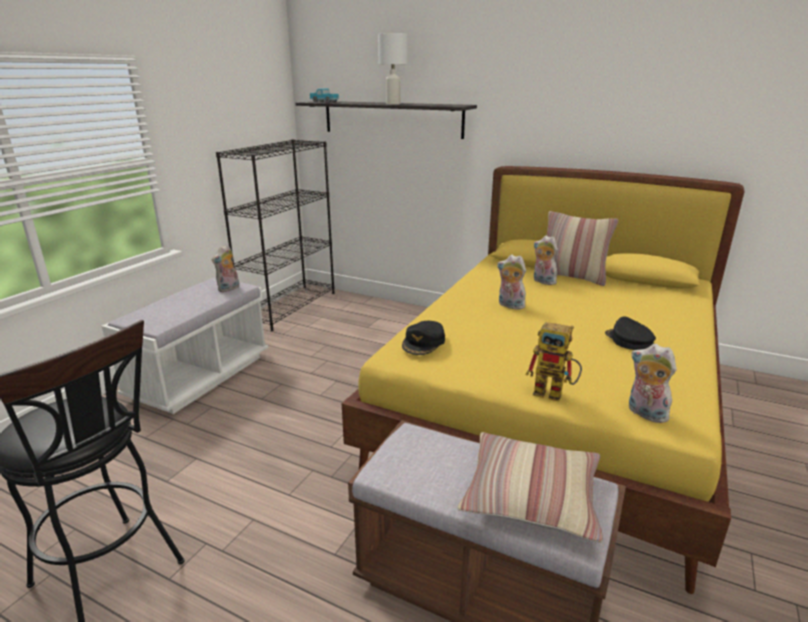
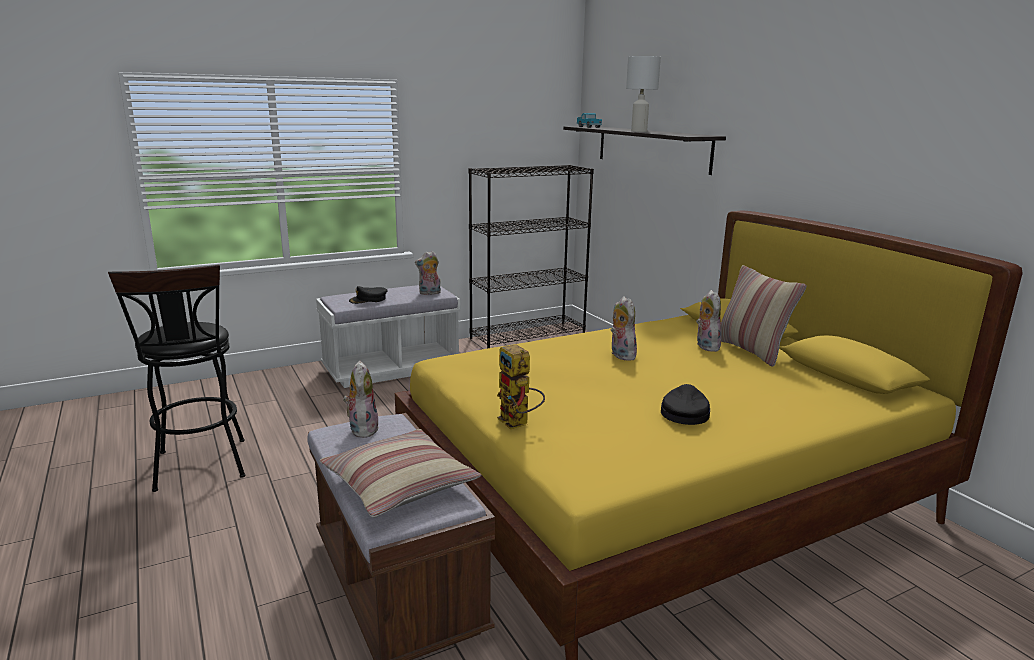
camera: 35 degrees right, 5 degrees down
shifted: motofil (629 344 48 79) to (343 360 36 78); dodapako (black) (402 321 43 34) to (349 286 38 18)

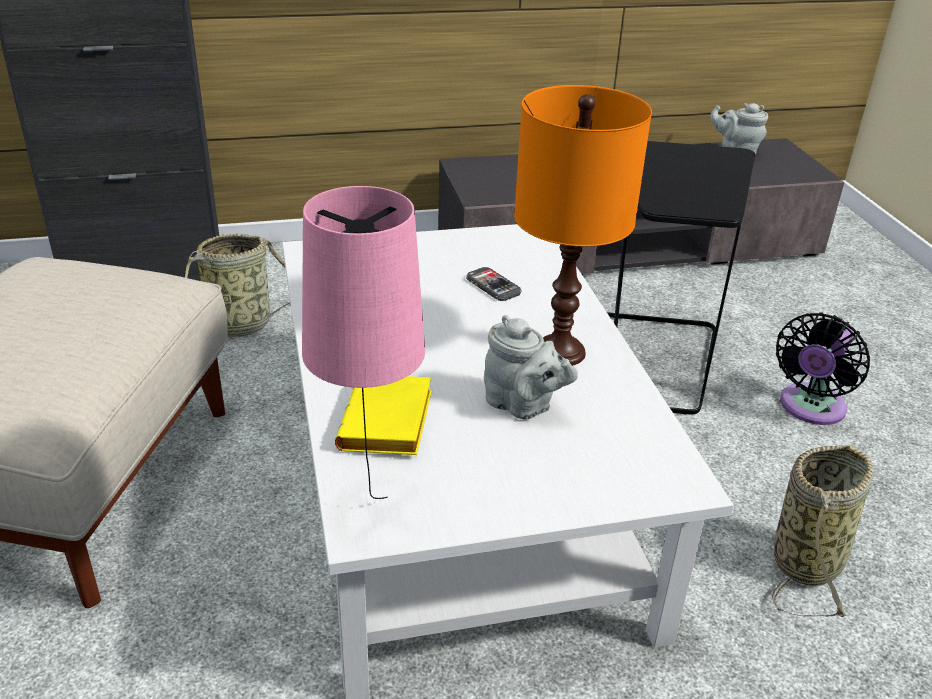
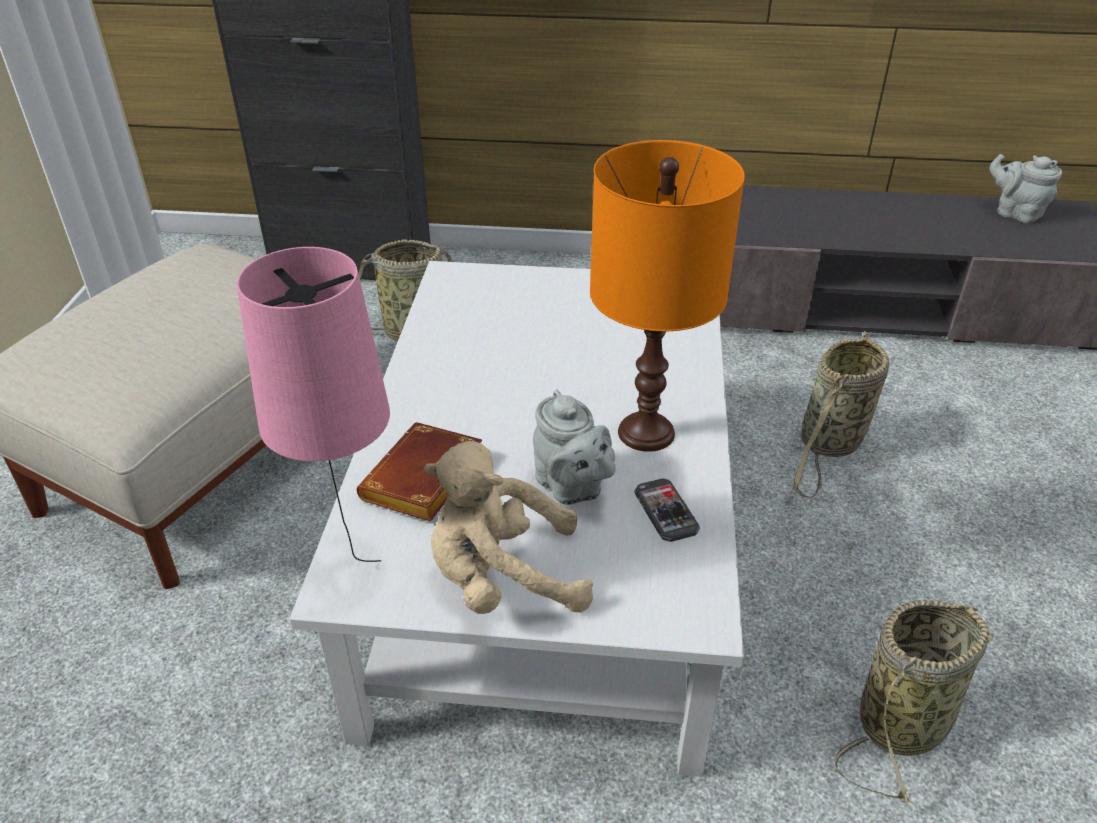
camera: 20 degrees right, 5 degrees up
gone: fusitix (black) (776 312 94 113)
new: motofil (beige) (424 441 169 173)
shifted: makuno (466 267 56 34) to (634 478 66 64)
swapped: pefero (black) (607 141 148 274) to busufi (793 331 96 167)
repainted: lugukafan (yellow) (335 376 97 79) to lugukafan (brown) (357 422 125 100)

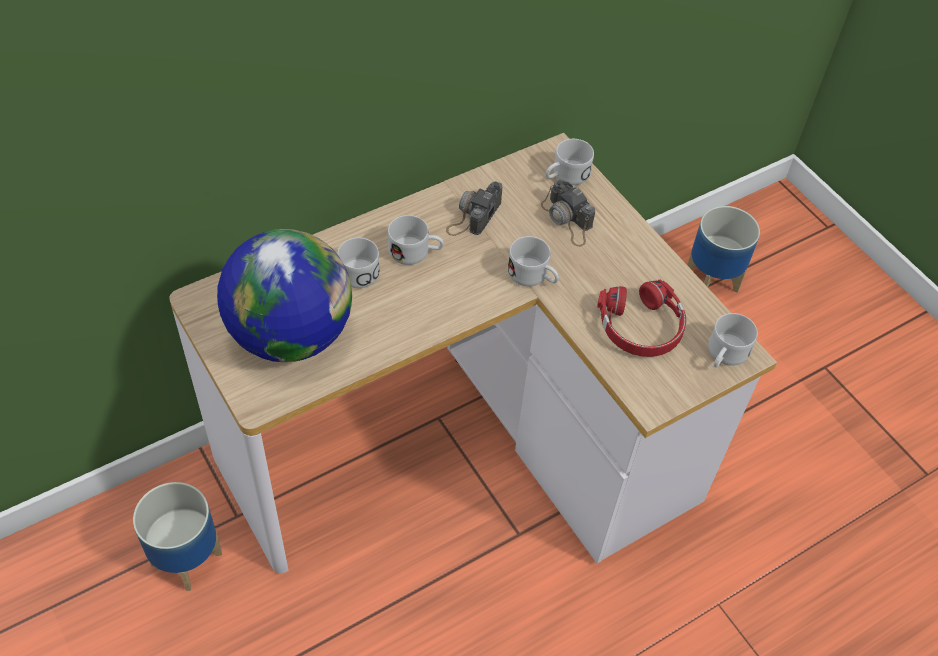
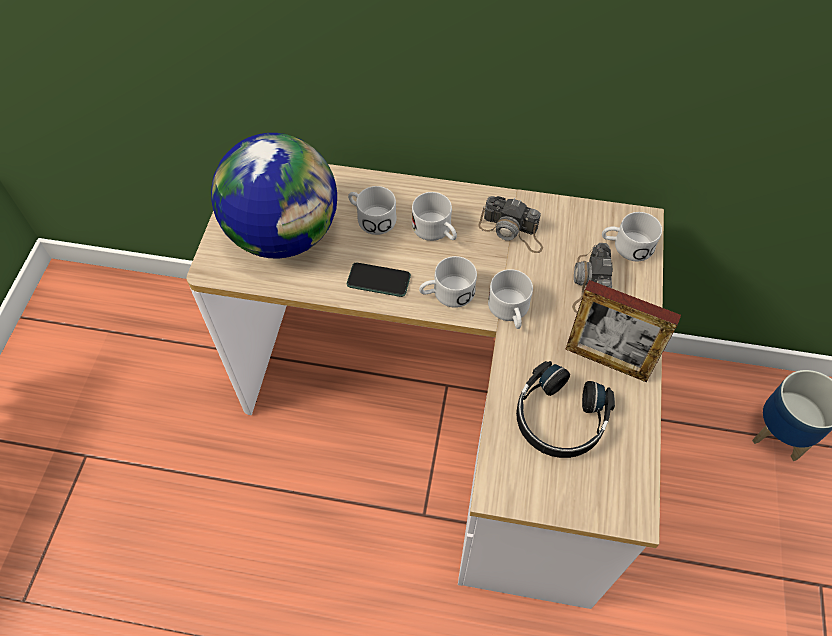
camera: 45 degrees right, 5 degrees up
gone: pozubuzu (133 482 89 109)
new: makuno (347 263 64 34); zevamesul (565 280 116 102)
shifted: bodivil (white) (708 313 50 55) to (419 256 58 52)
repainted: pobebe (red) (597 280 89 77) to pobebe (black) (516 361 99 97)
rotated: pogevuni (446 181 56 55) = (478 196 65 57) 135 degrees counterclockwise

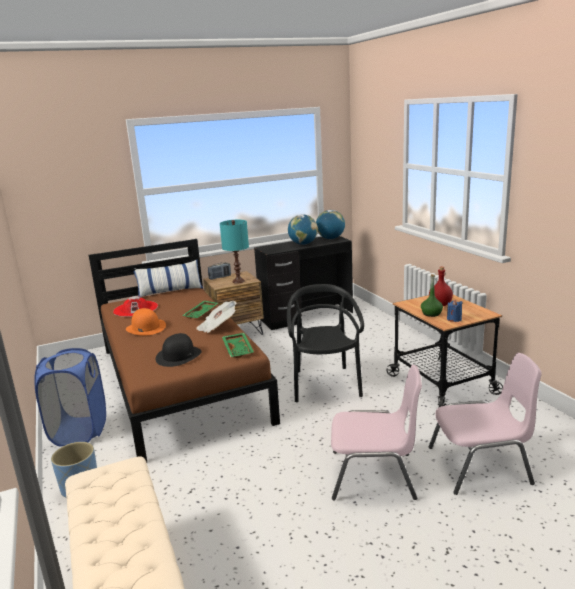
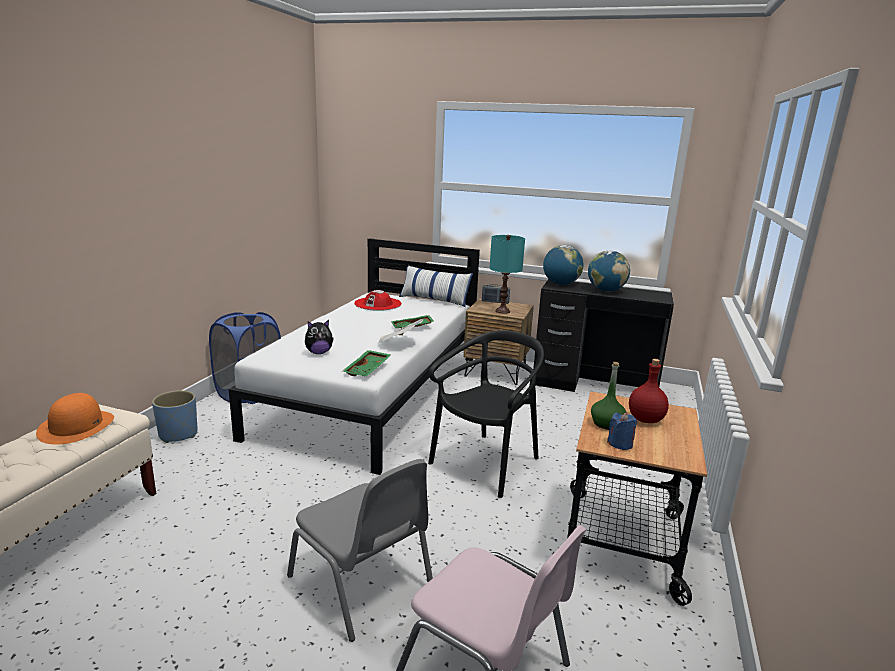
camera: 40 degrees right, 0 degrees up
shifted: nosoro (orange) (126 308 40 28) to (36 393 78 52); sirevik (316 210 29 29) to (543 245 41 40)
swapped: nosoro (black) (156 333 45 34) to motofil (305 320 29 34)
repainted: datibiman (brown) (89 239 191 224) to datibiman (white) (229 238 251 237); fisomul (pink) (331 365 91 135) to fisomul (grey) (287 459 146 183)

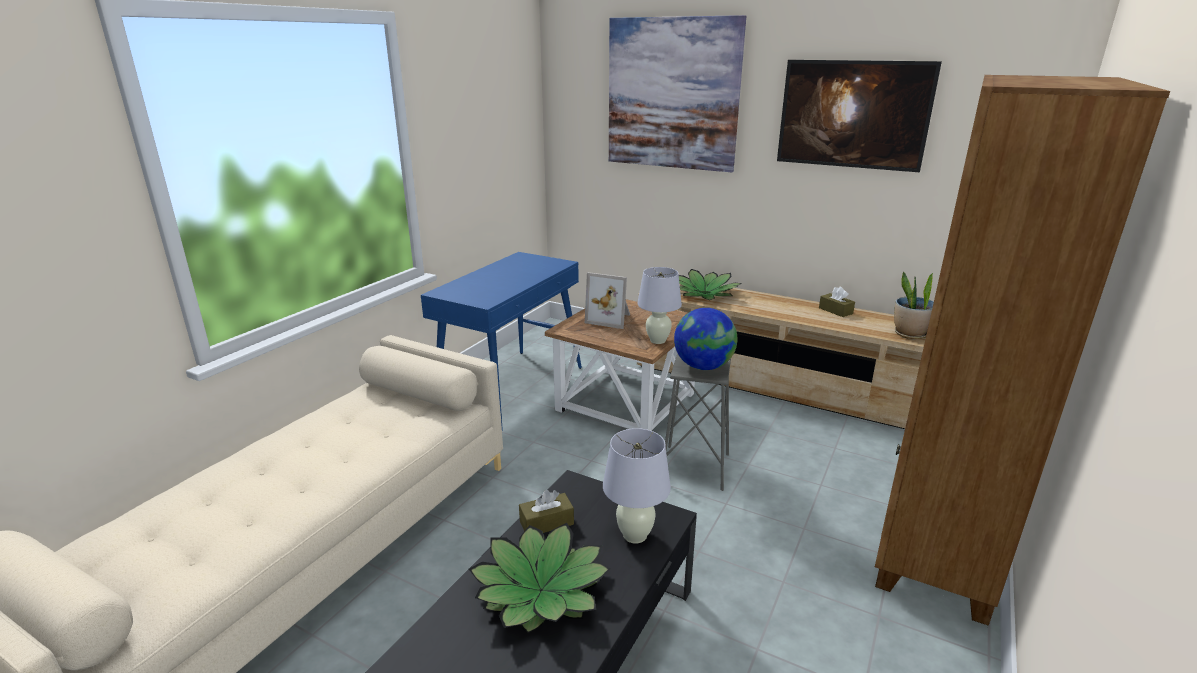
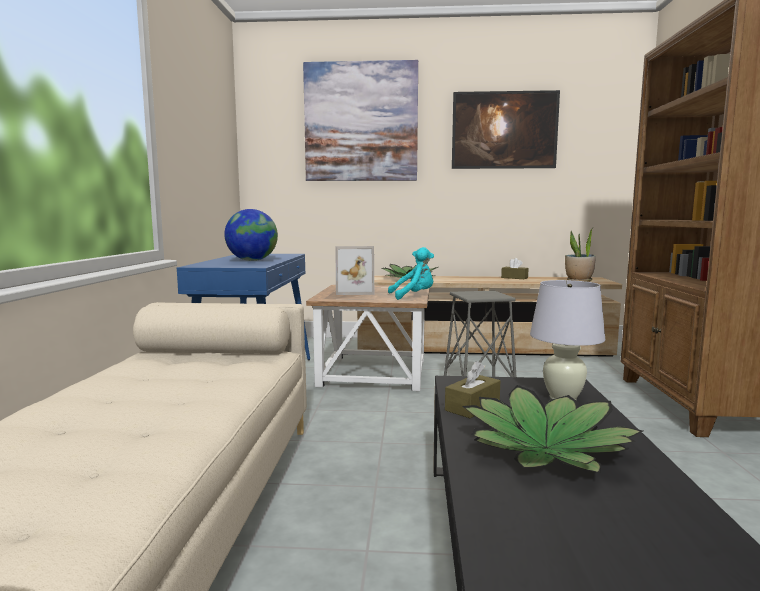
camera: 25 degrees left, 15 degrees down
shifted: sirevik (674 308 63 62) to (224 209 54 52)
swapped: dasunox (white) (637 267 45 77) to motofil (turquoise) (388 247 46 53)

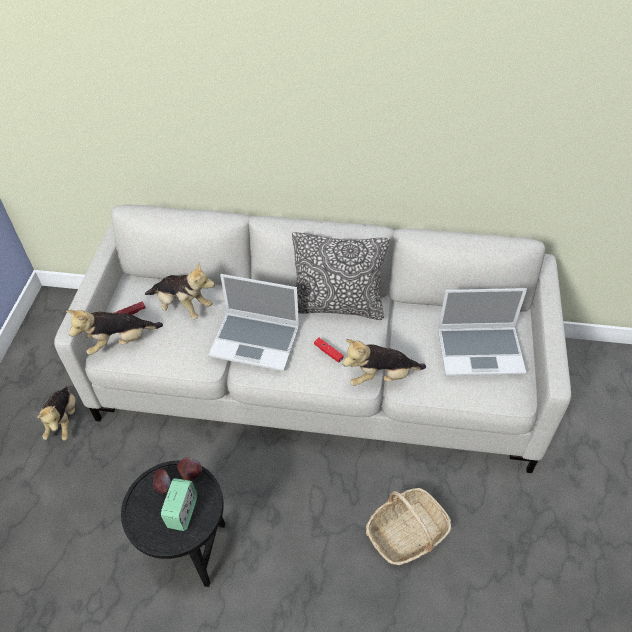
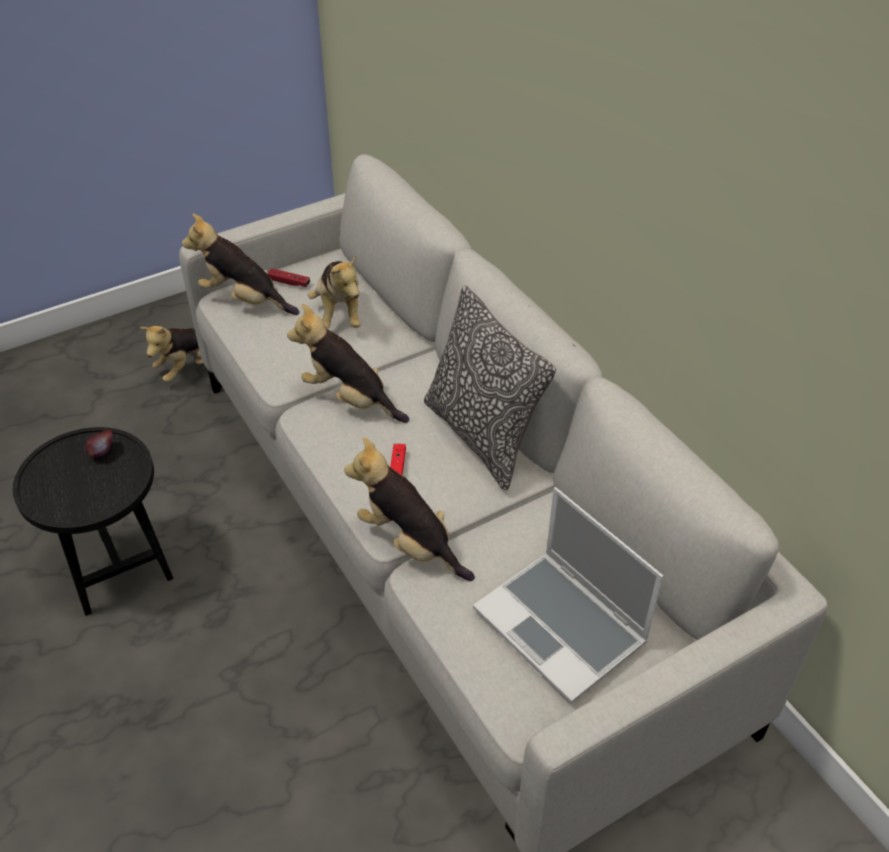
camera: 50 degrees right, 5 degrees down
gone: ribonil (161 478 36 53); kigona (177 457 25 24); busufi (366 488 85 77)
swapped: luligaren (209 274 90 98) to motofil (287 304 122 119)

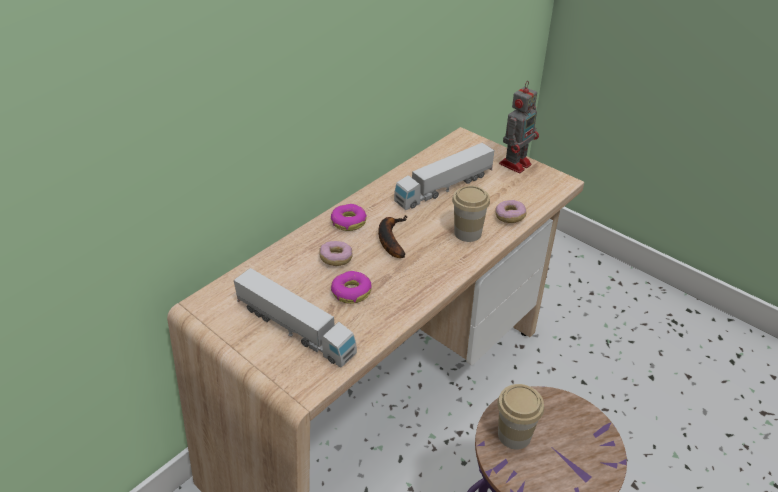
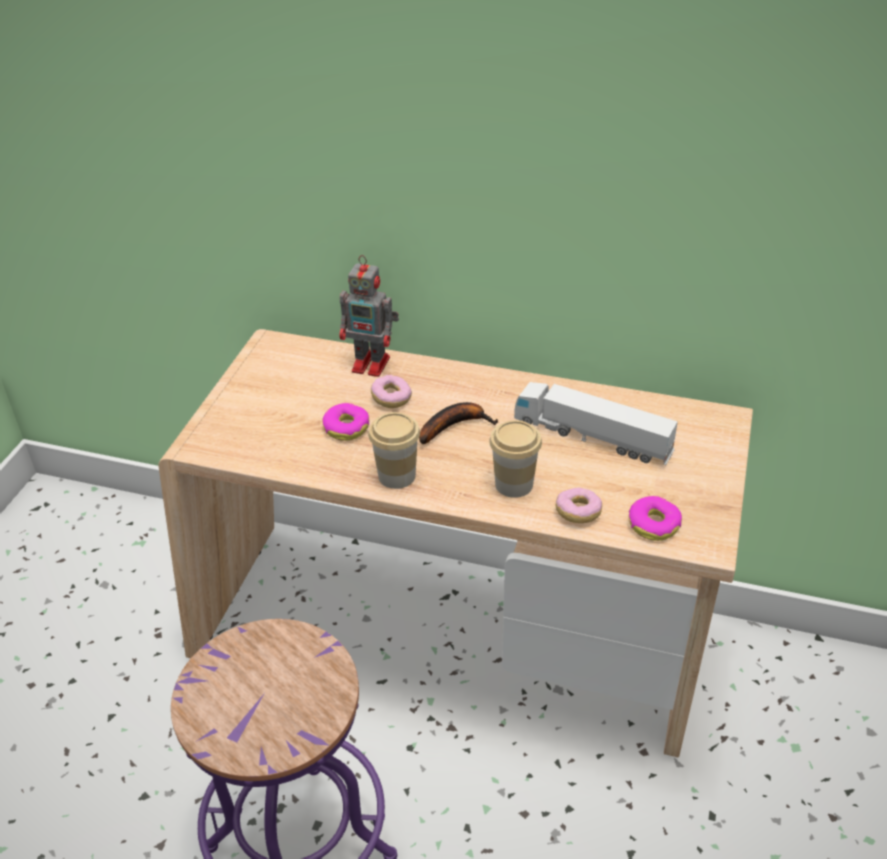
camera: 65 degrees right, 0 degrees up
gone: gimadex (234 268 123 100)
shifted: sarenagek (499 82 40 91) to (339 255 60 122); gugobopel (497 384 47 66) to (368 412 52 77); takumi (331 204 36 27) to (629 496 53 45)

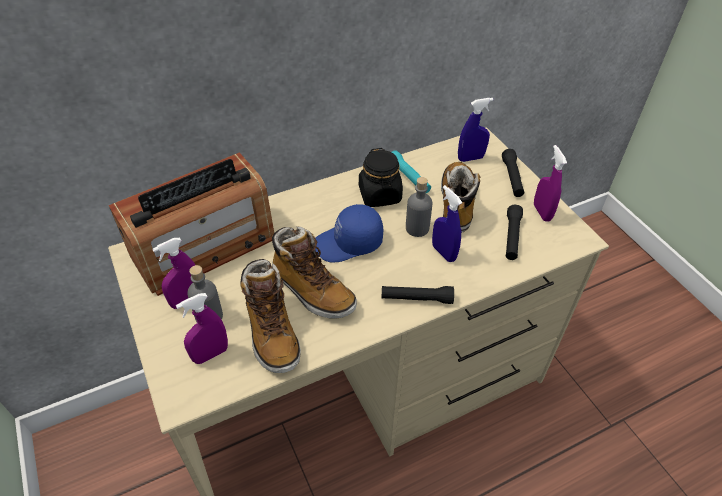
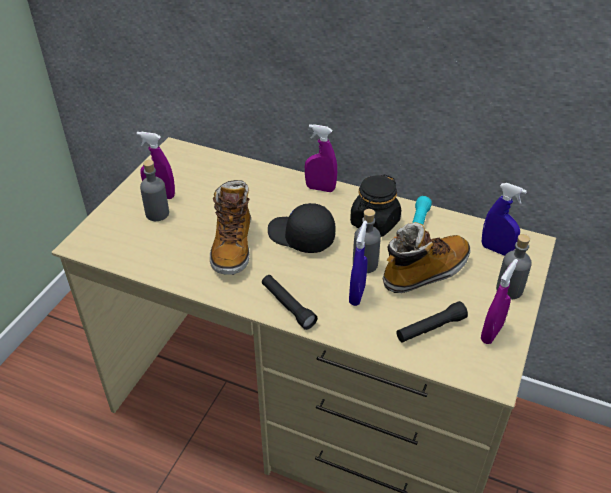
camera: 50 degrees right, 5 degrees down
gone: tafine (109 152 165 144); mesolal (241 259 60 114)
shifted: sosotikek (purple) (176 293 52 71) to (305 124 32 68)
swapped: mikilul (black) (502 149 22 48) to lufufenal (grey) (496 234 36 65)
repainted: dodapako (blue) (314 204 69 58) to dodapako (black) (268 203 68 50)

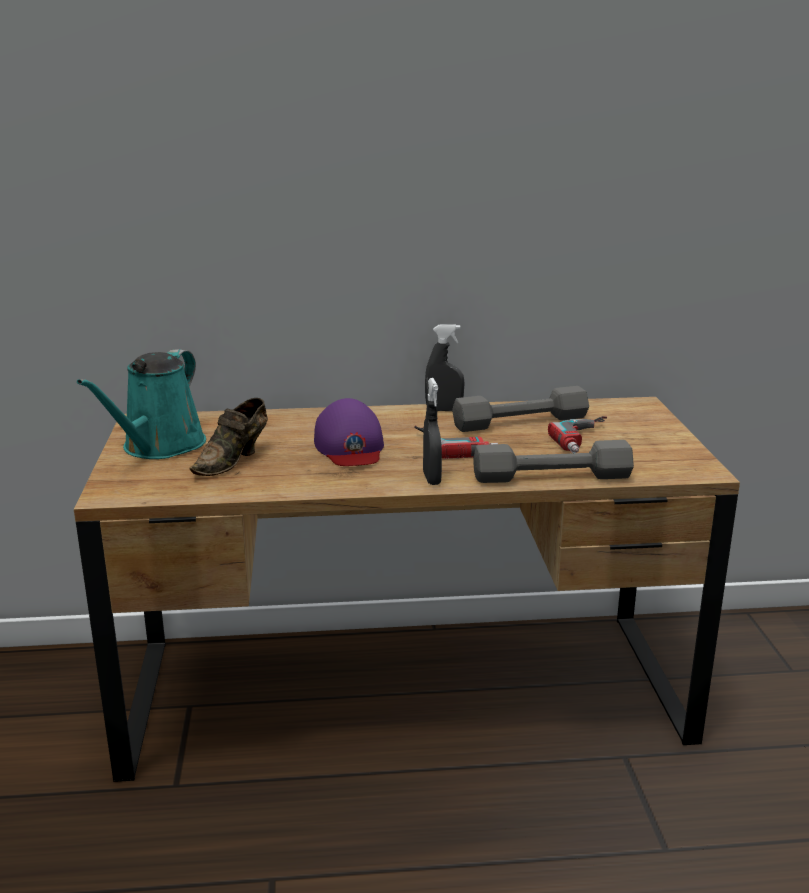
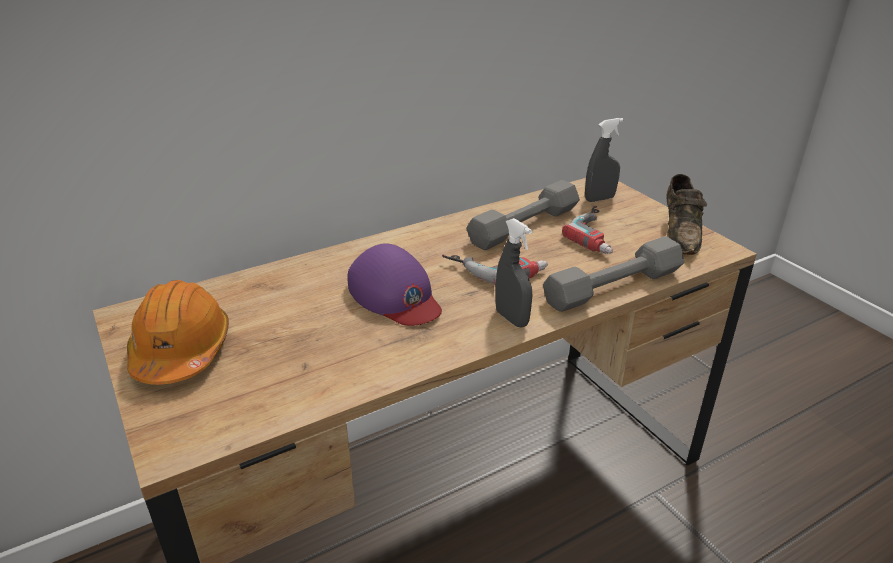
camera: 25 degrees left, 10 degrees up
shifted: sosotikek (grey) (425 324 40 87) to (585 118 38 84); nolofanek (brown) (189 398 79 78) to (666 174 41 81)
swapped: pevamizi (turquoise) (77 349 129 110) to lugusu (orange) (127 280 102 105)

